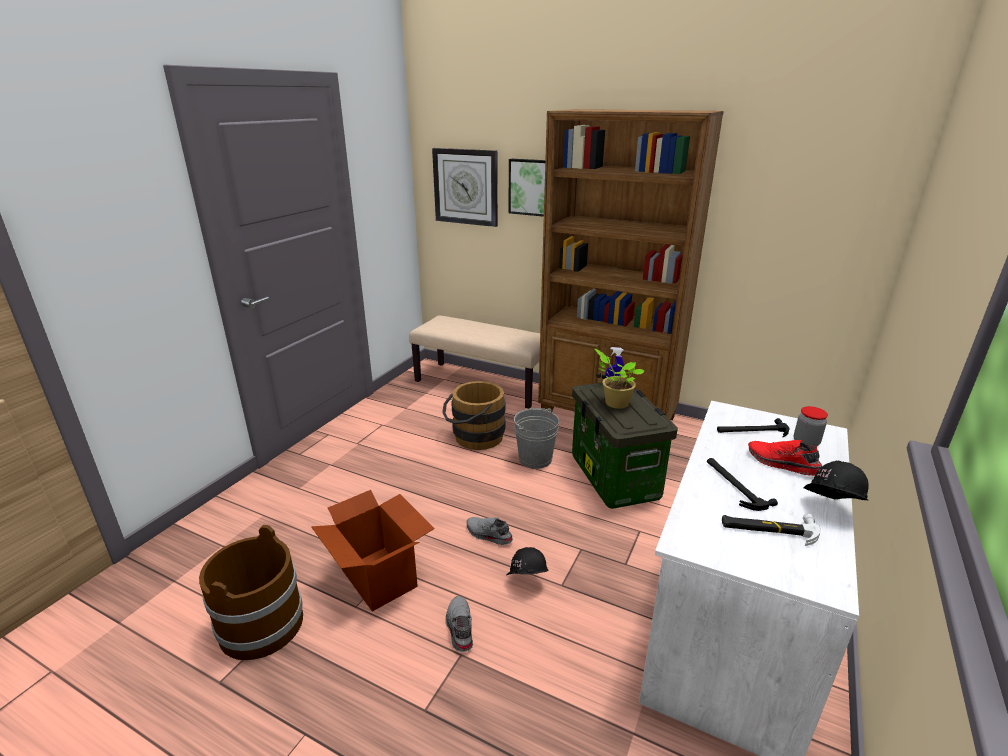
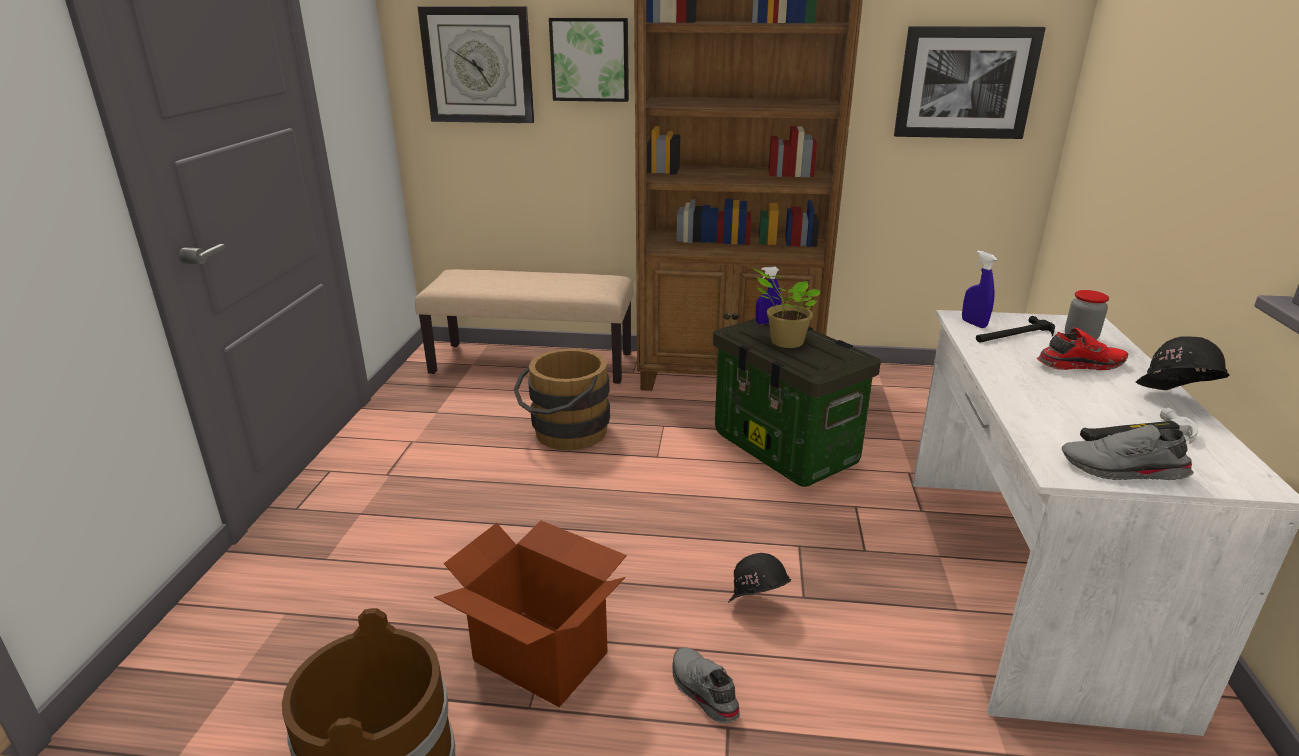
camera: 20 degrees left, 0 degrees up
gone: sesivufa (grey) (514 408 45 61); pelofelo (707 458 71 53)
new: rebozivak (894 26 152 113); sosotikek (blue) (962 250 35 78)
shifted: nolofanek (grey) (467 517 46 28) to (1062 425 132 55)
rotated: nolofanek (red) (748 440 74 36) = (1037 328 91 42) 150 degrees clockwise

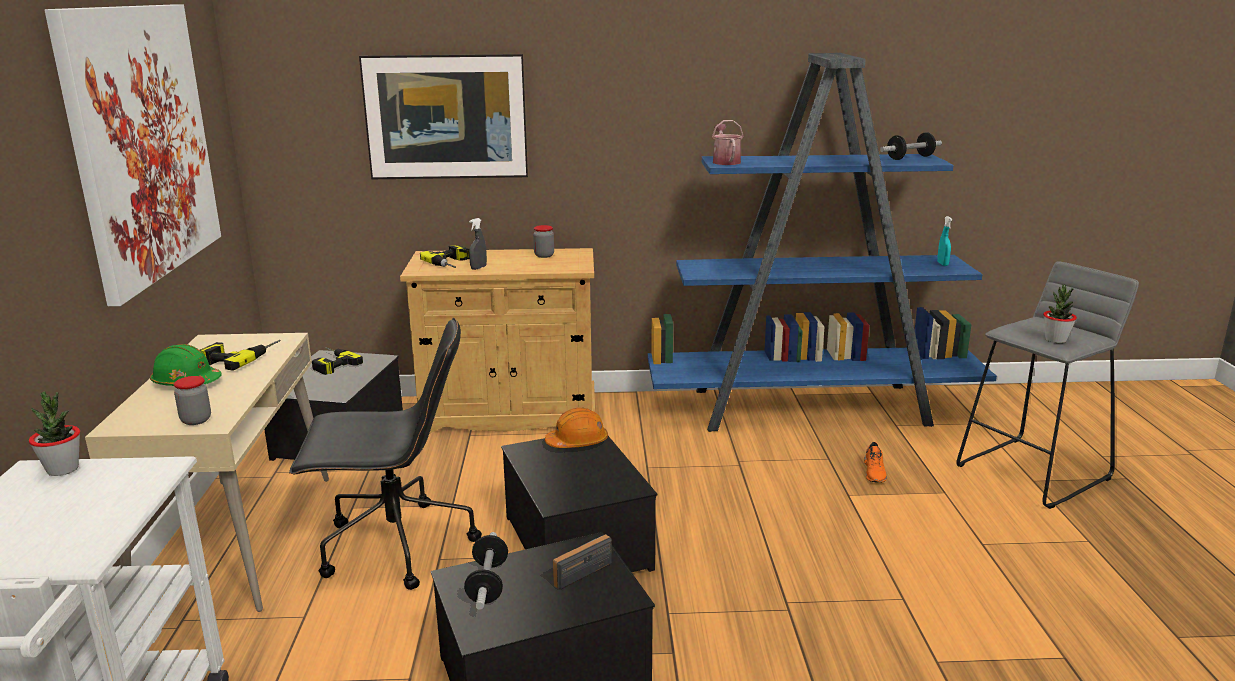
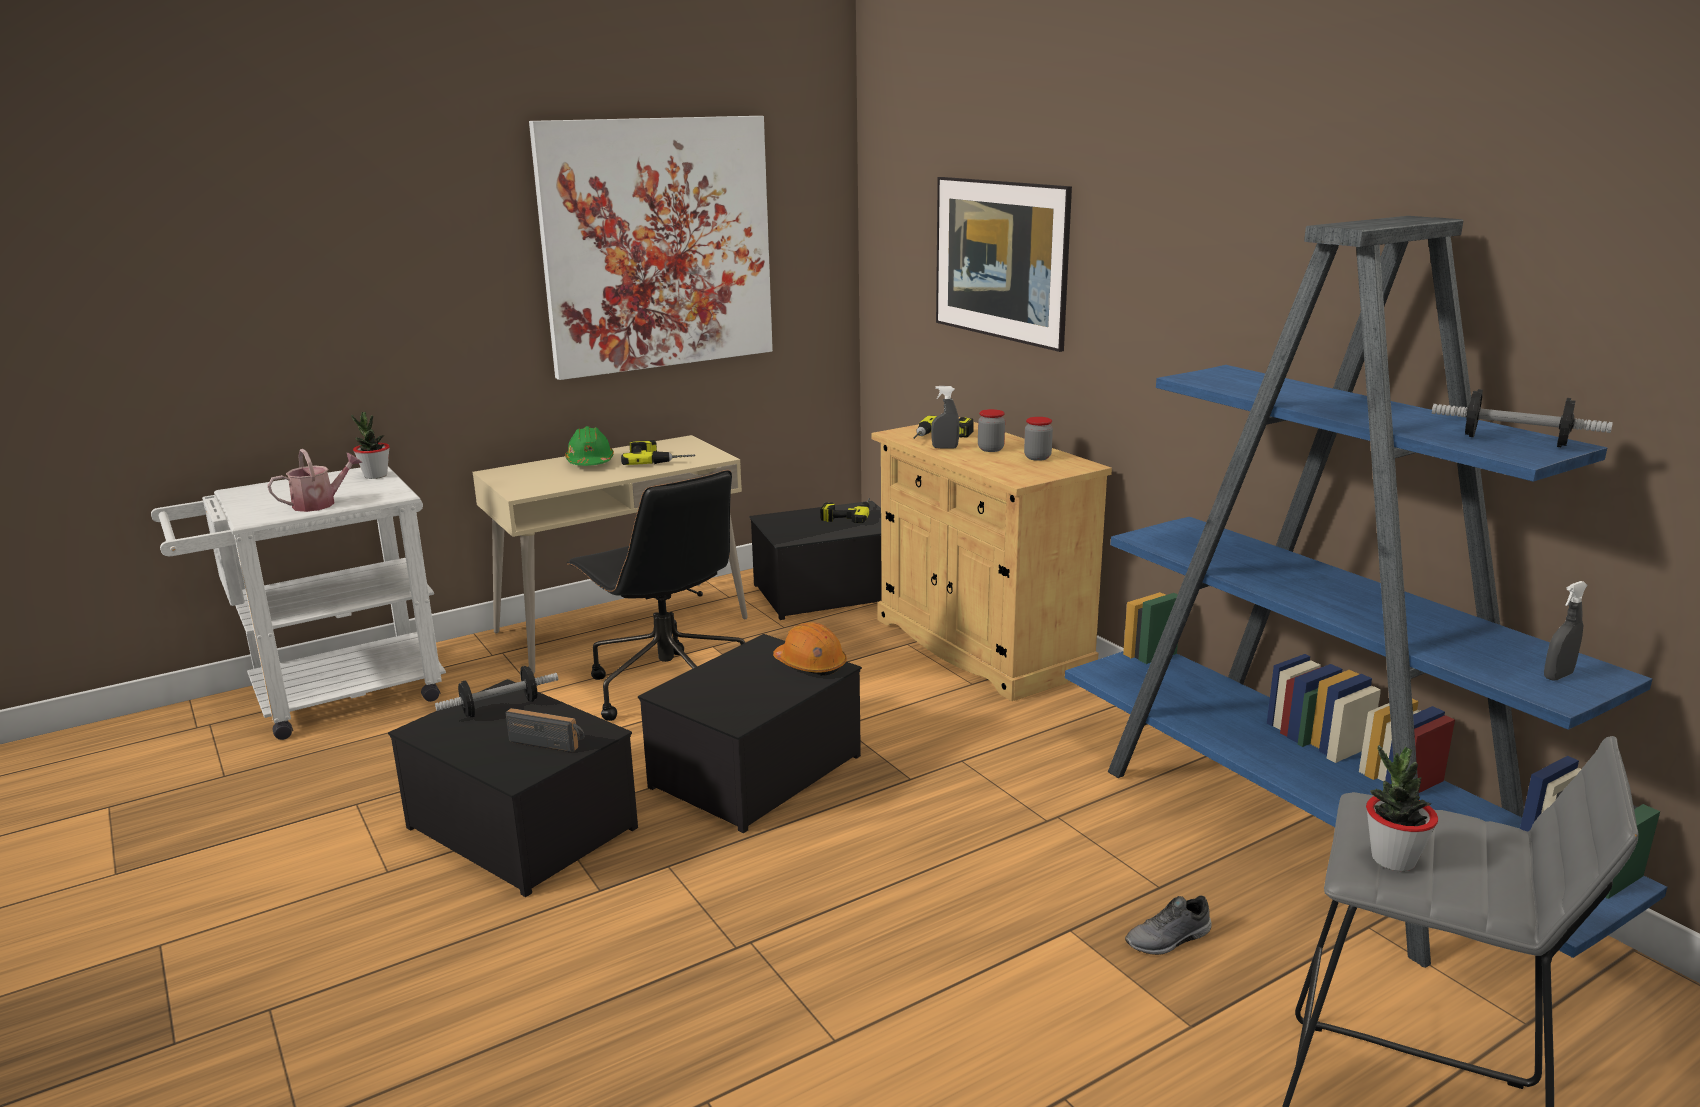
camera: 60 degrees right, 0 degrees up
shifted: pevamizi (712 120 32 45) to (267 449 95 63); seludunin (174 376 37 49) to (978 409 27 43)
repainted: nolofanek (orange) (864 442 23 41) to nolofanek (grey) (1125 895 87 60); sosotikek (turquoise) (937 216 15 50) to sosotikek (grey) (1544 581 44 100)

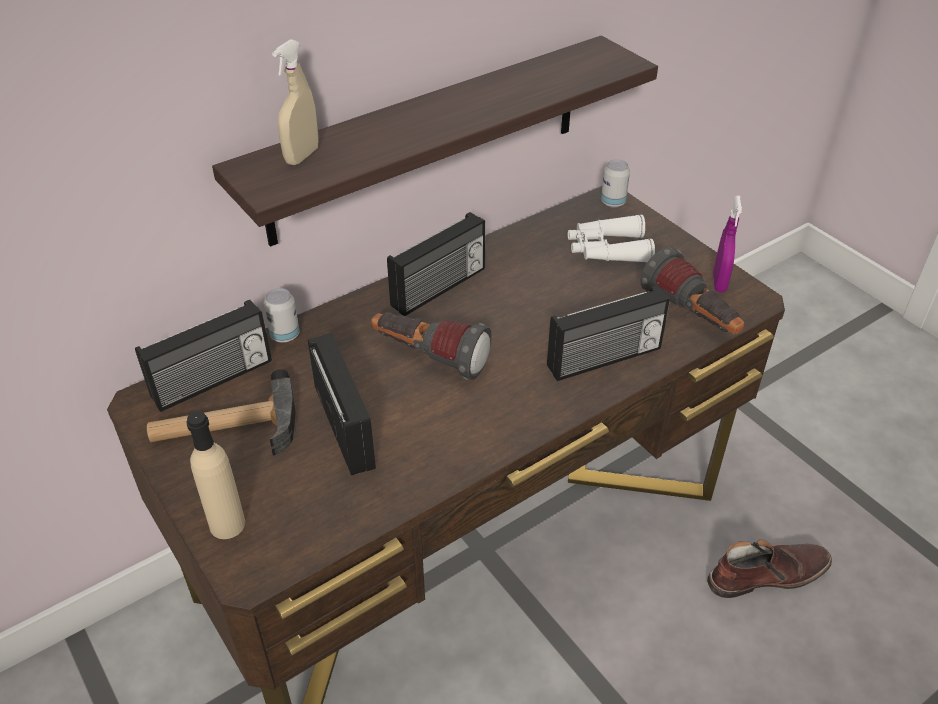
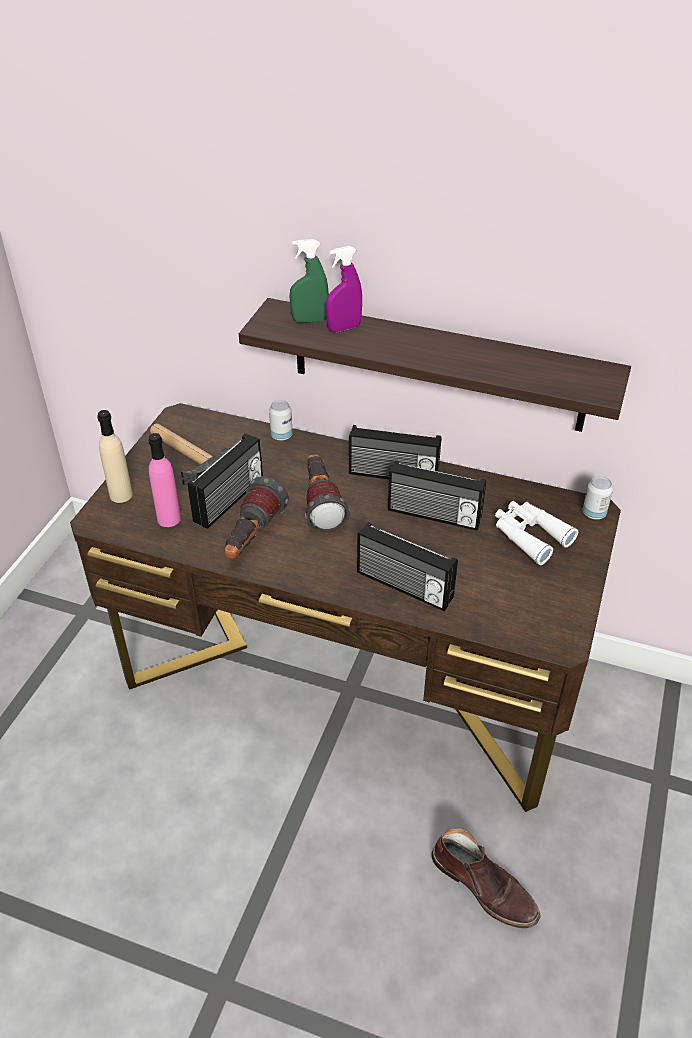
camera: 55 degrees right, 0 degrees up
new: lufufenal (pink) (148 433 33 94)
shifted: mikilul (640 247 104 87) to (225 476 64 83); sosotikek (purple) (713 196 29 96) to (326 246 36 86); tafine (135 300 137 112) to (388 460 98 71)
repainted: sosotikek (beige) (272 39 47 126) to sosotikek (green) (289 239 40 84)

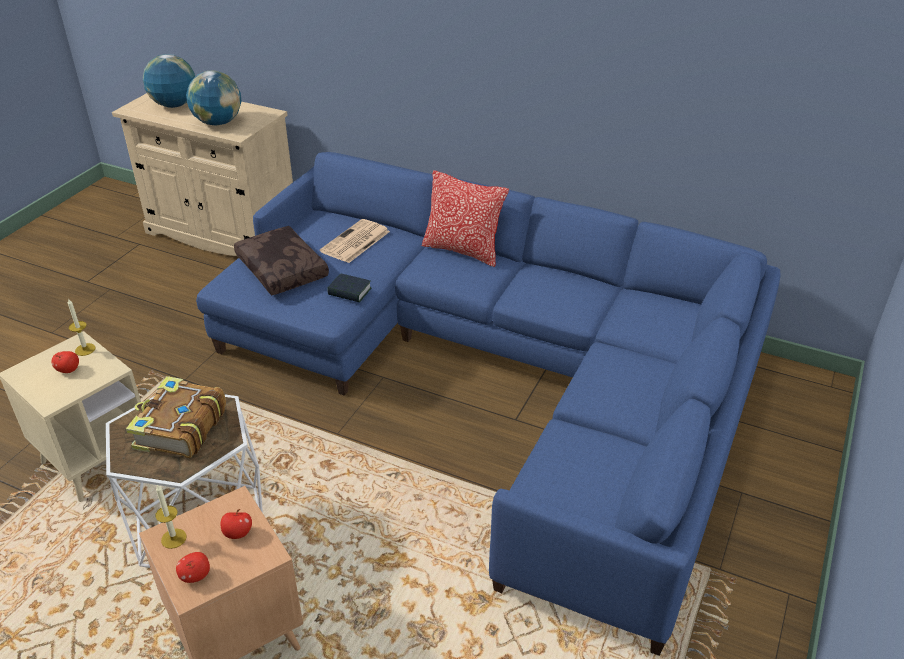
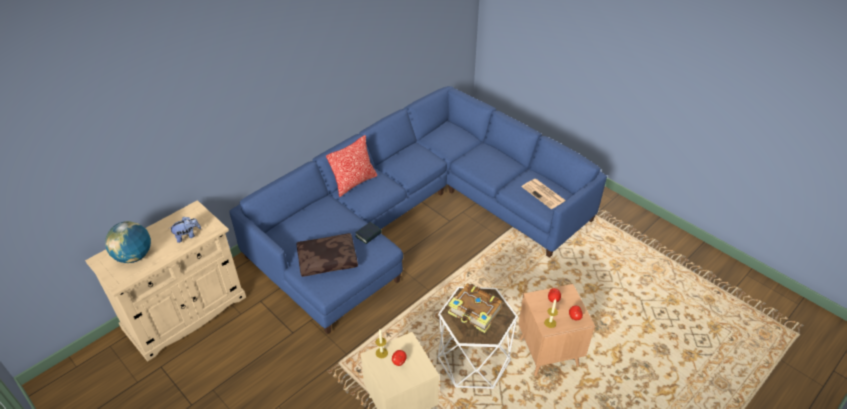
camera: 70 degrees left, 5 degrees up
shifted: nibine (320 219 70 44) to (522 179 44 30)
swapped: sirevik (186 70 56 55) to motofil (168 217 33 26)

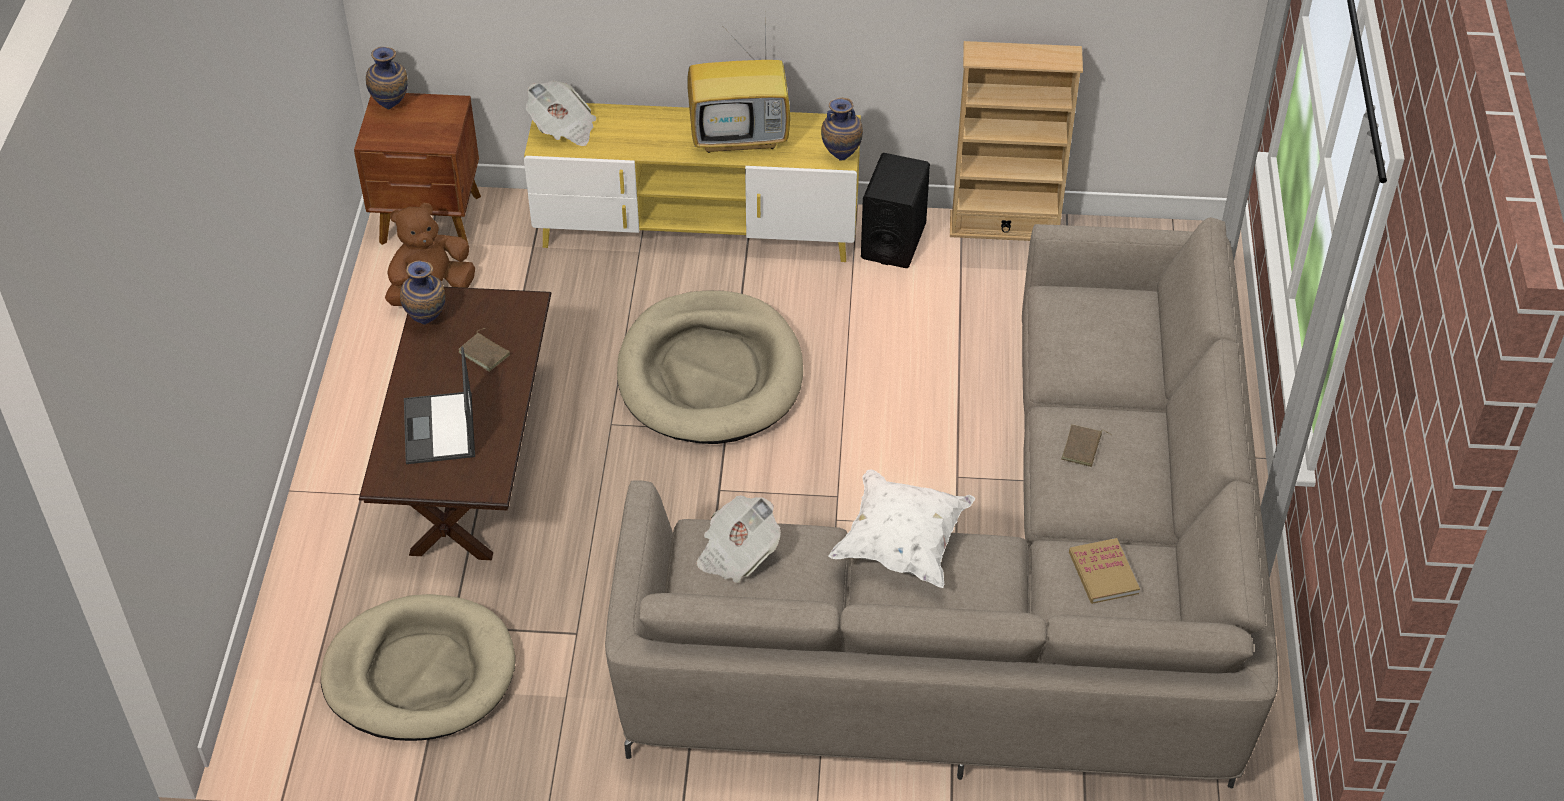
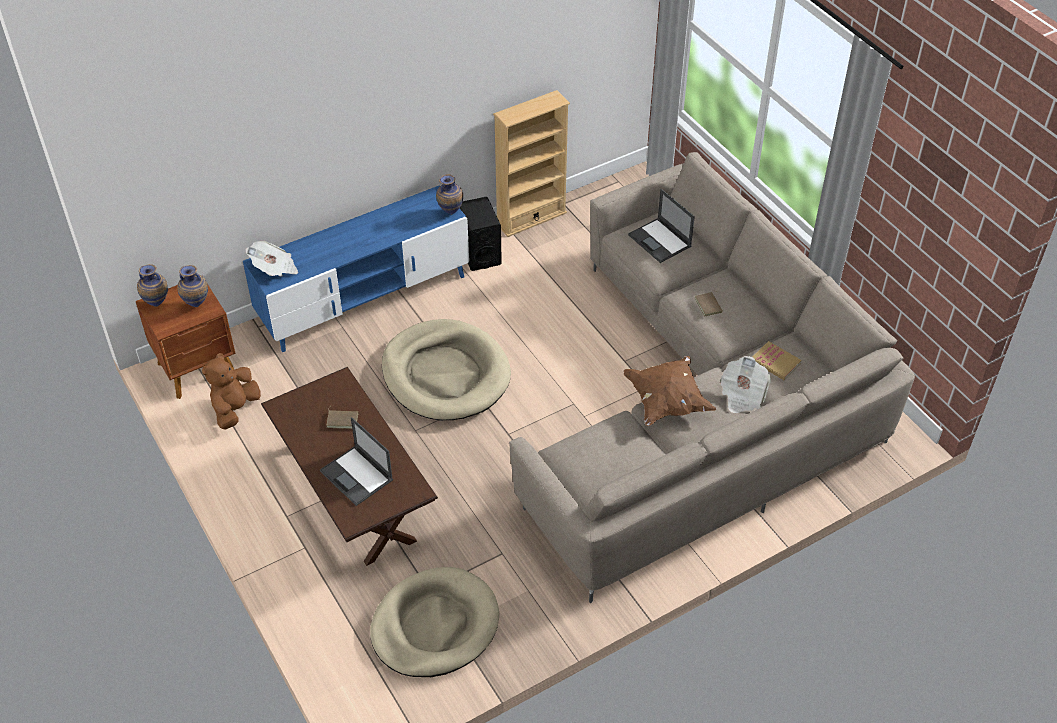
camera: 35 degrees left, 0 degrees up
gone: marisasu (688 17 102 136)
new: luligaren (628 189 67 74)
shifted: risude (400 261 45 64) to (177 265 31 42); nibine (696 495 85 88) to (720 356 51 57)
repainted: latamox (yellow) (524 103 337 159) to latamox (blue) (243 185 226 167); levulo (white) (829 469 146 119) to levulo (brown) (623 356 93 70)

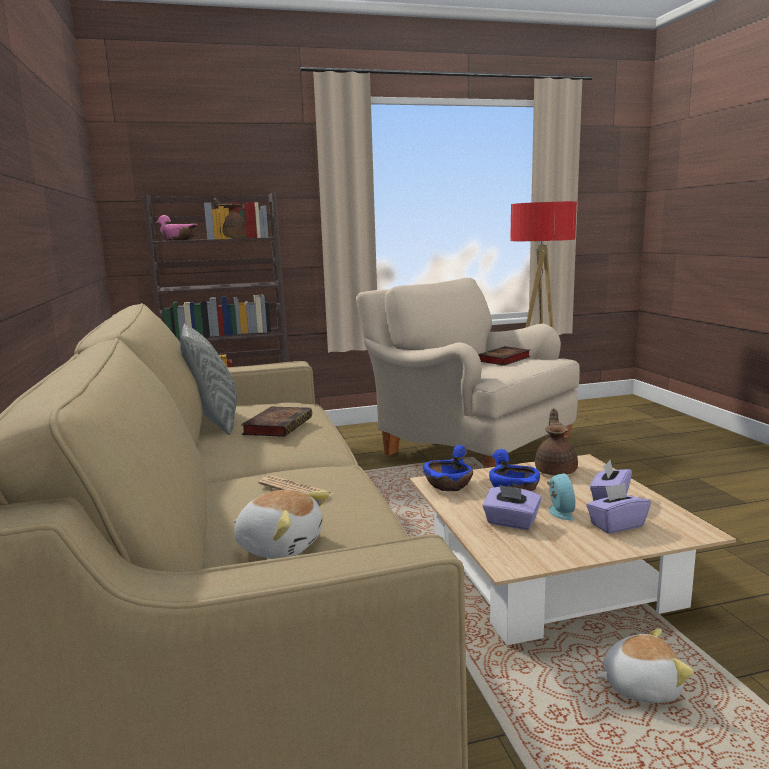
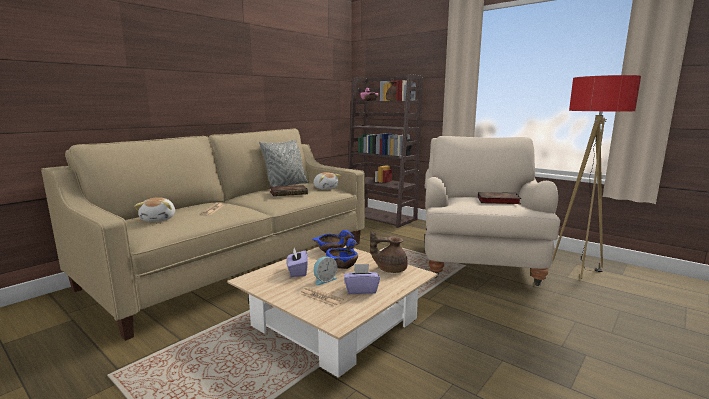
camera: 55 degrees right, 0 degrees up
shifted: motofil (596 628 98 75) to (313 172 28 18)
swapped: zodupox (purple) (586 483 65 51) to nibine (300 287 44 20)
rotated: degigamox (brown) (535 409 43 66) = (370 231 38 42) 150 degrees counterclockwise

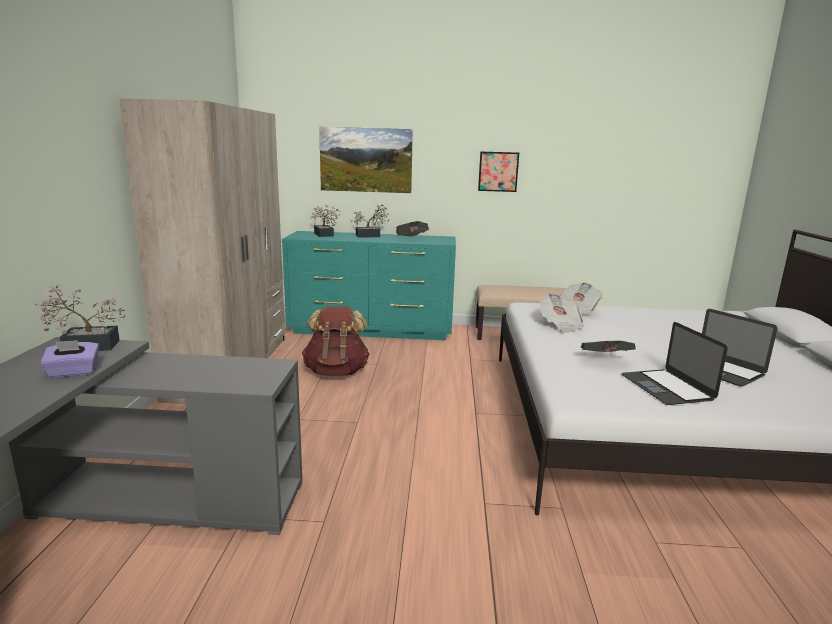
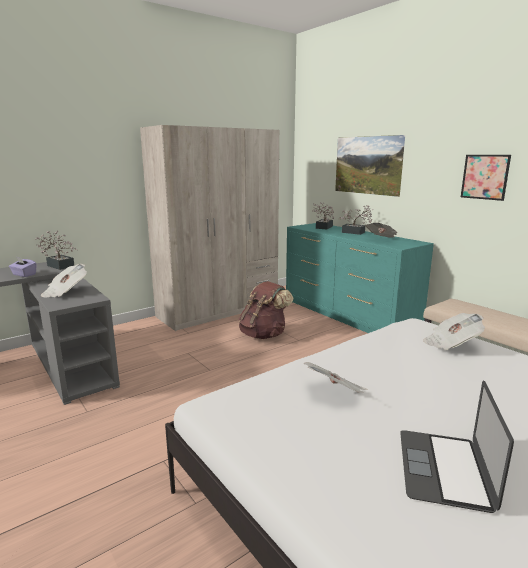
camera: 50 degrees right, 0 degrees up
gone: luligaren (621 322 107 83)
shifted: nibine (540 293 44 40) to (41 264 46 33)

